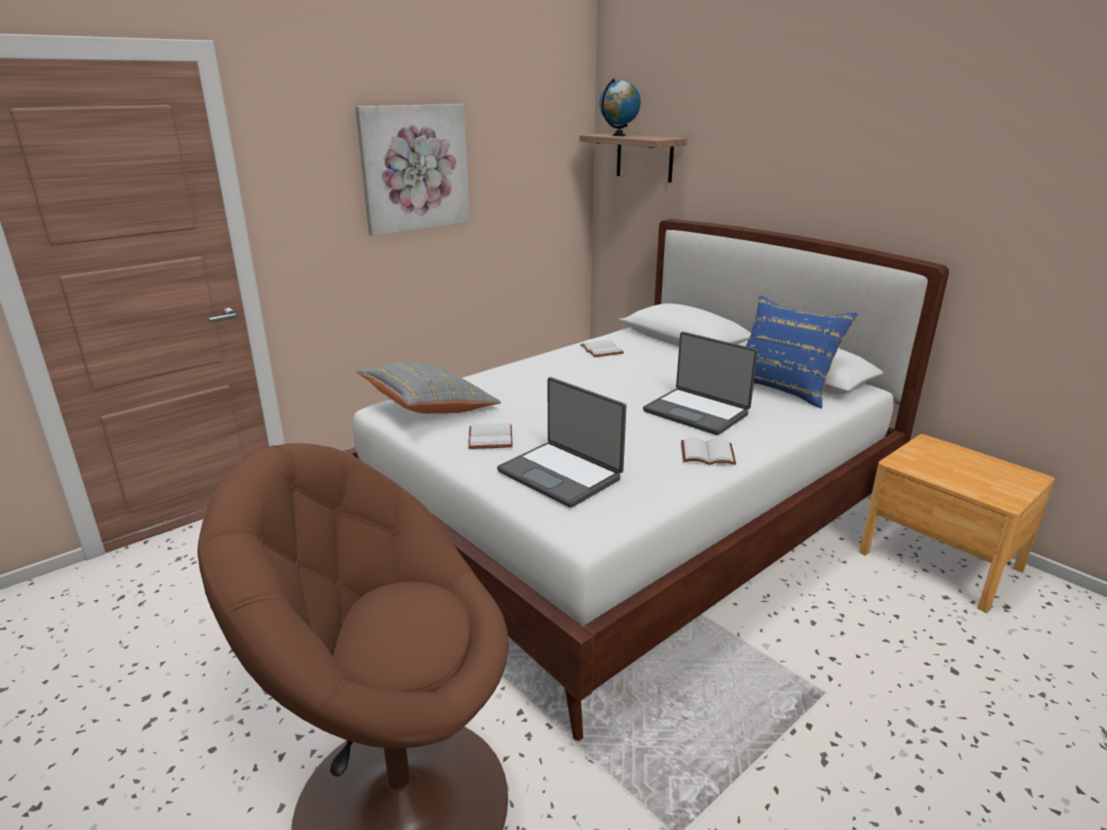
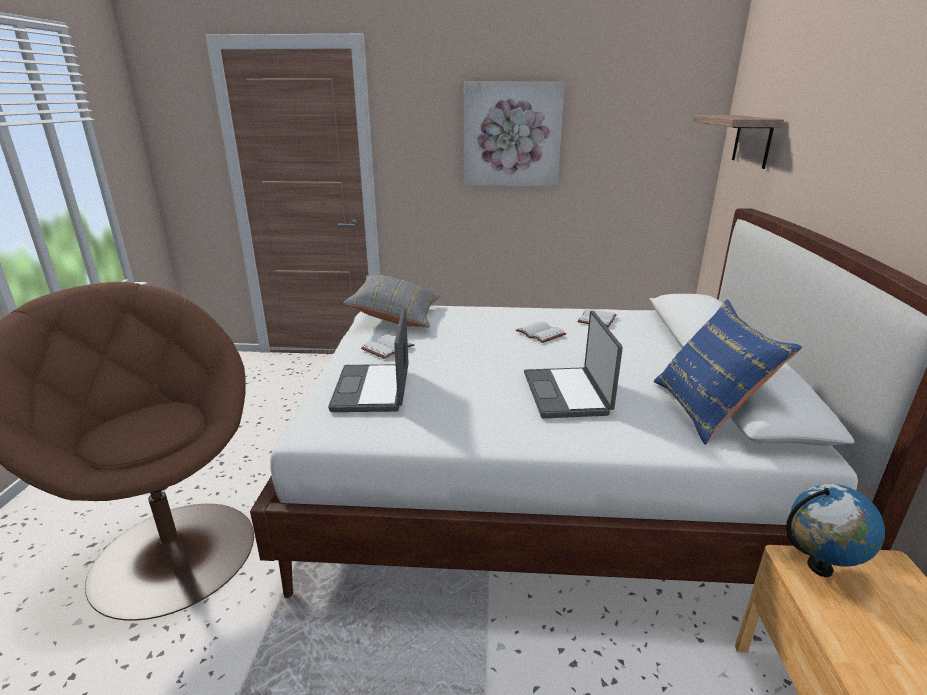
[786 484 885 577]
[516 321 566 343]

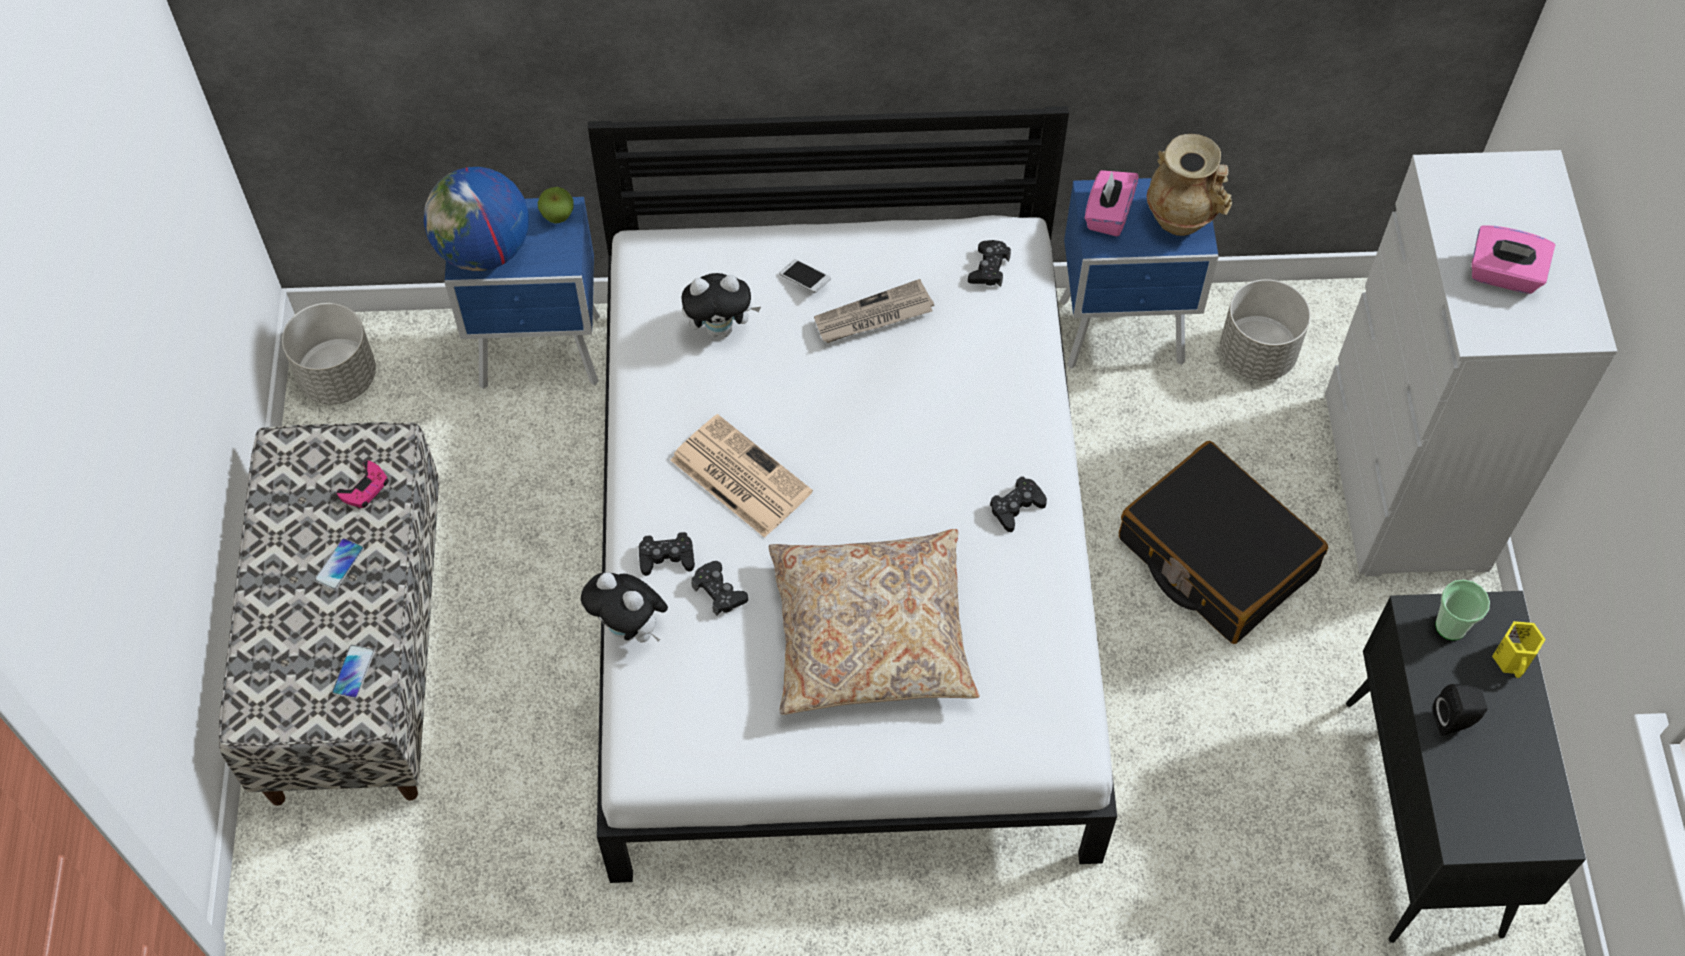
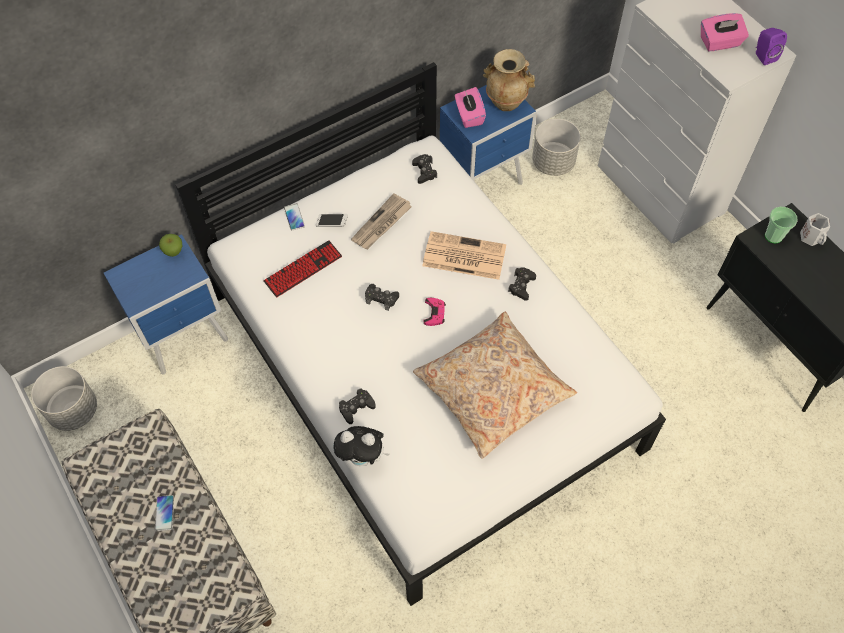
[424 167 529 271] (first image)
[1119 441 1328 644] (first image)
[1433 684 1487 736] (first image)
[756 28 787 65]
[284 203 305 230]
[424 298 446 326]
[422 231 506 280]
[365 284 399 311]
[263 240 342 297]
[800 213 830 246]

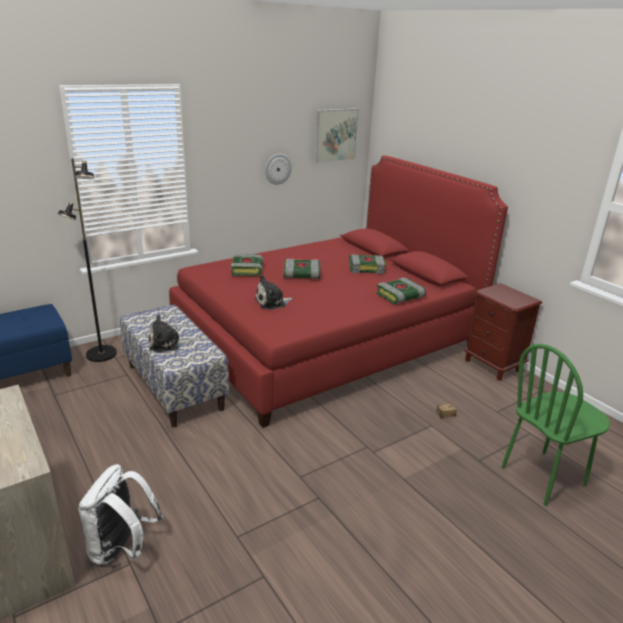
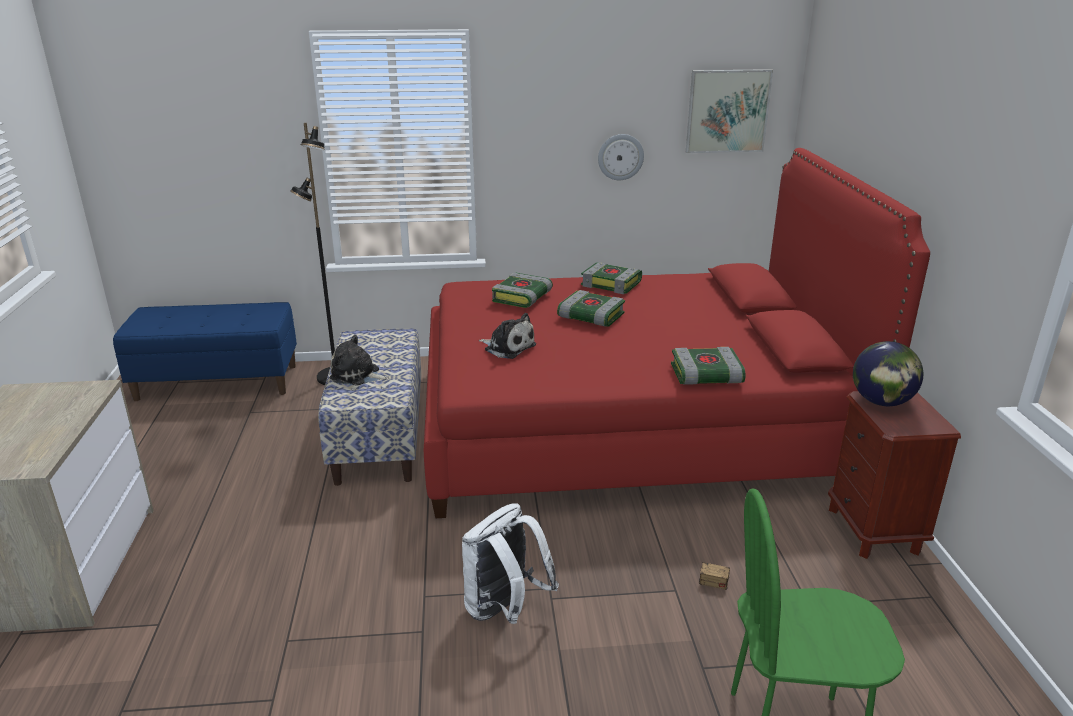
[853 341 923 406]
[462 503 559 624]
[581 262 642 294]
[479 313 536 359]

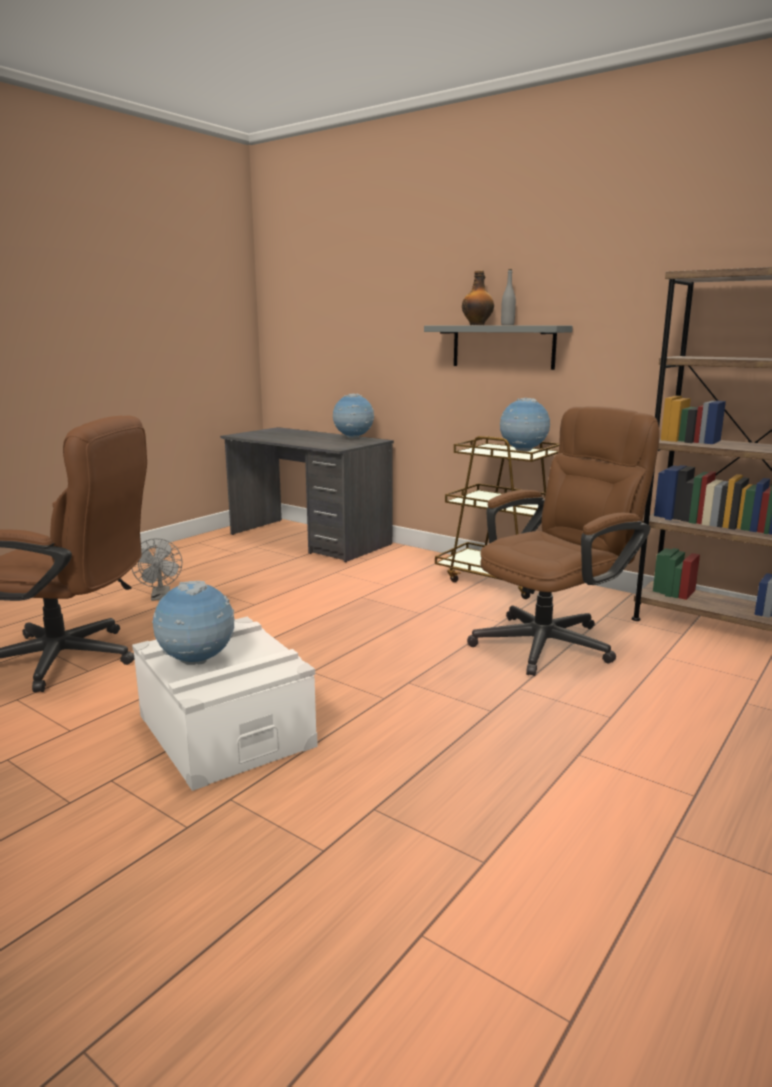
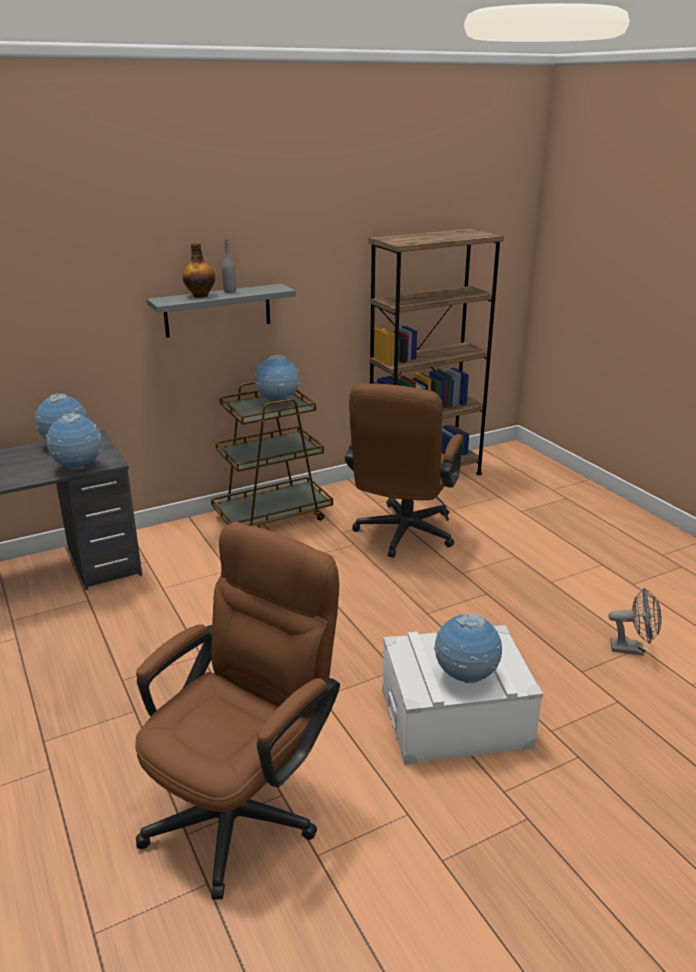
[46 413 102 469]
[608 588 662 656]
[345 383 463 558]

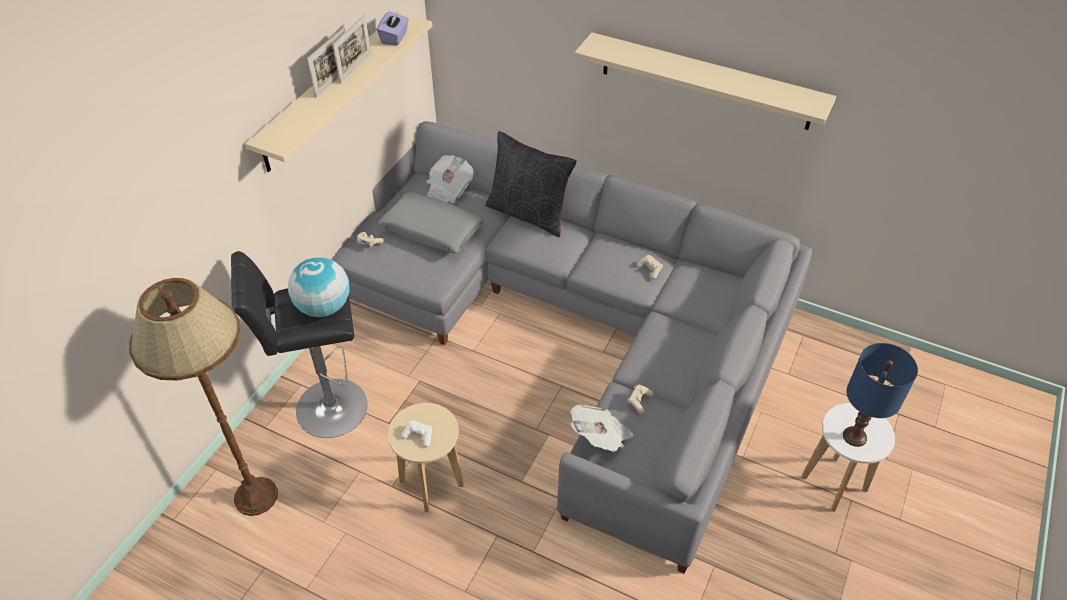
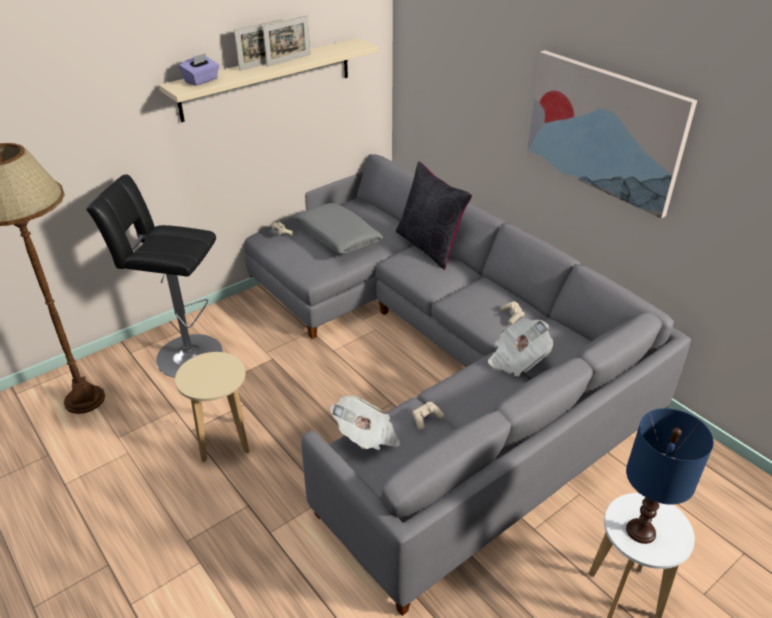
[288 257 349 317] (first image)
[401 420 432 448] (first image)
[179 53 219 86]
[488 318 553 376]
[526 50 697 219]

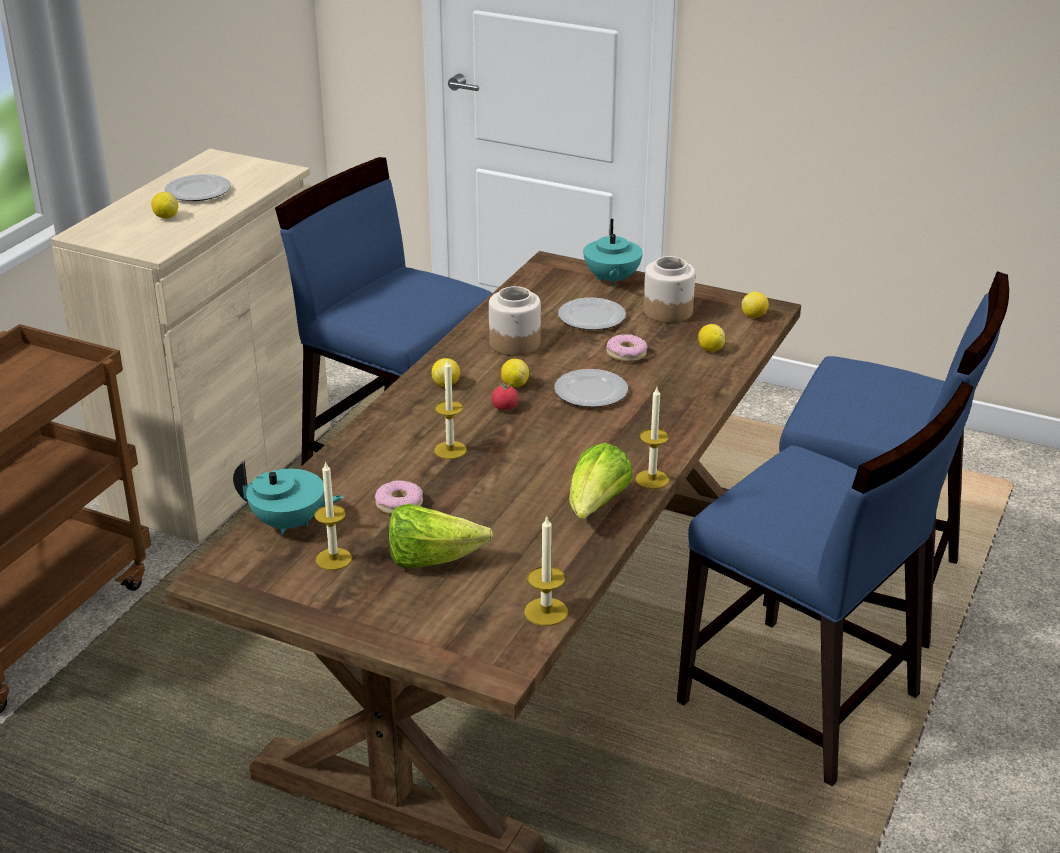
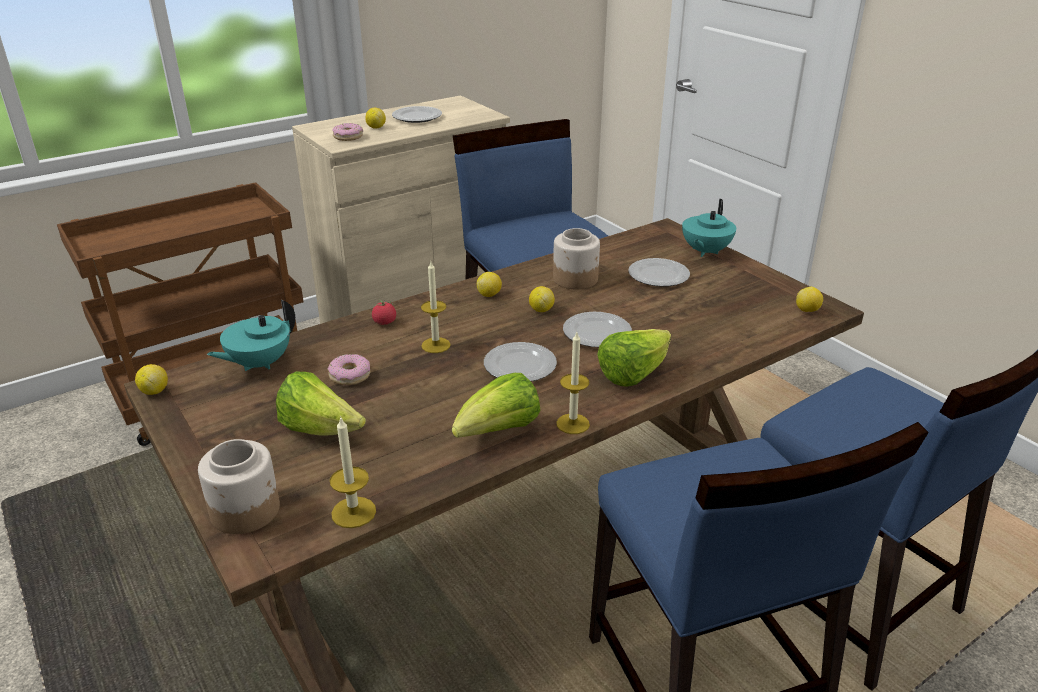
[314 461 352 570] (first image)
[484 342 557 381]
[597 329 671 387]
[372 300 396 325]
[333 123 363 141]
[198 439 280 534]
[135 364 168 395]
[207 300 295 371]

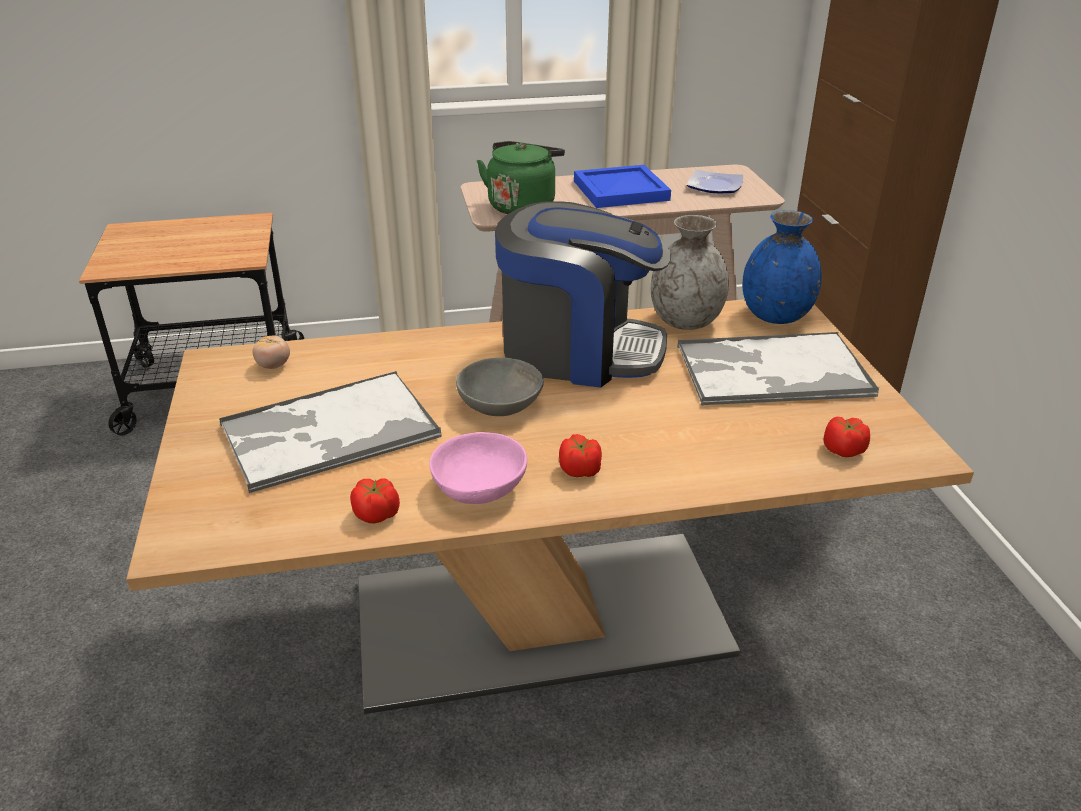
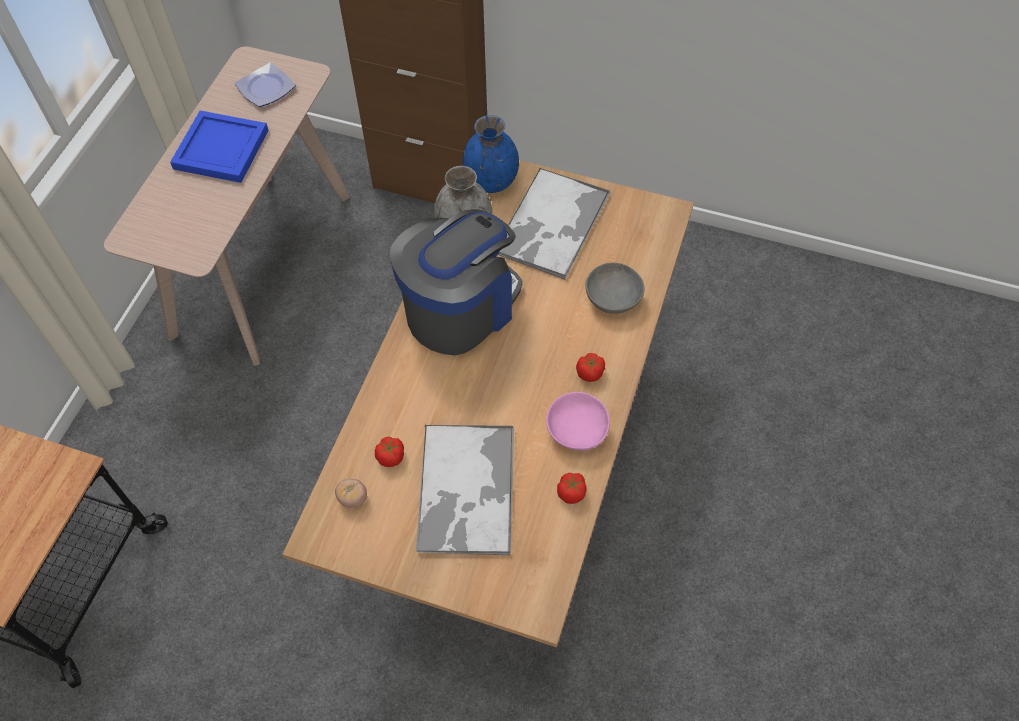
[477 141 565 214] (first image)
[585 263 644 314]
[375 437 404 467]

